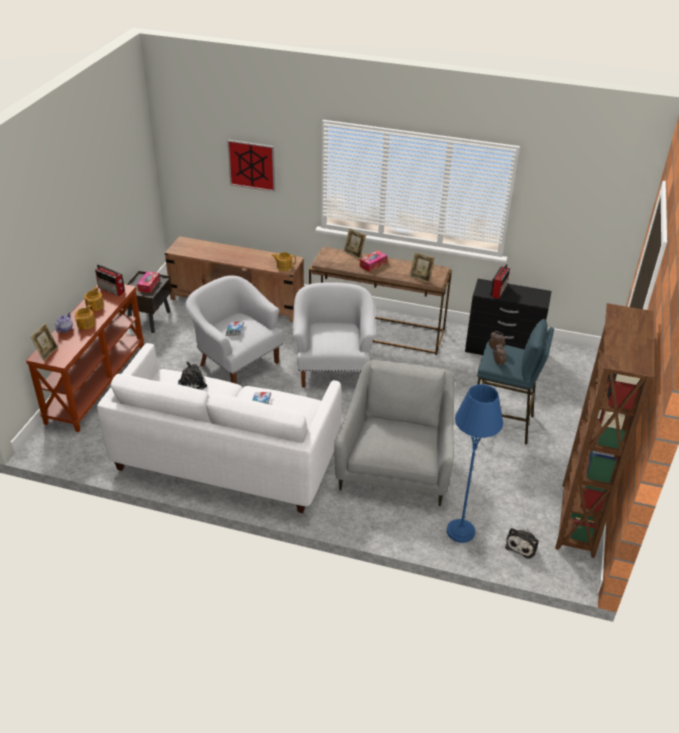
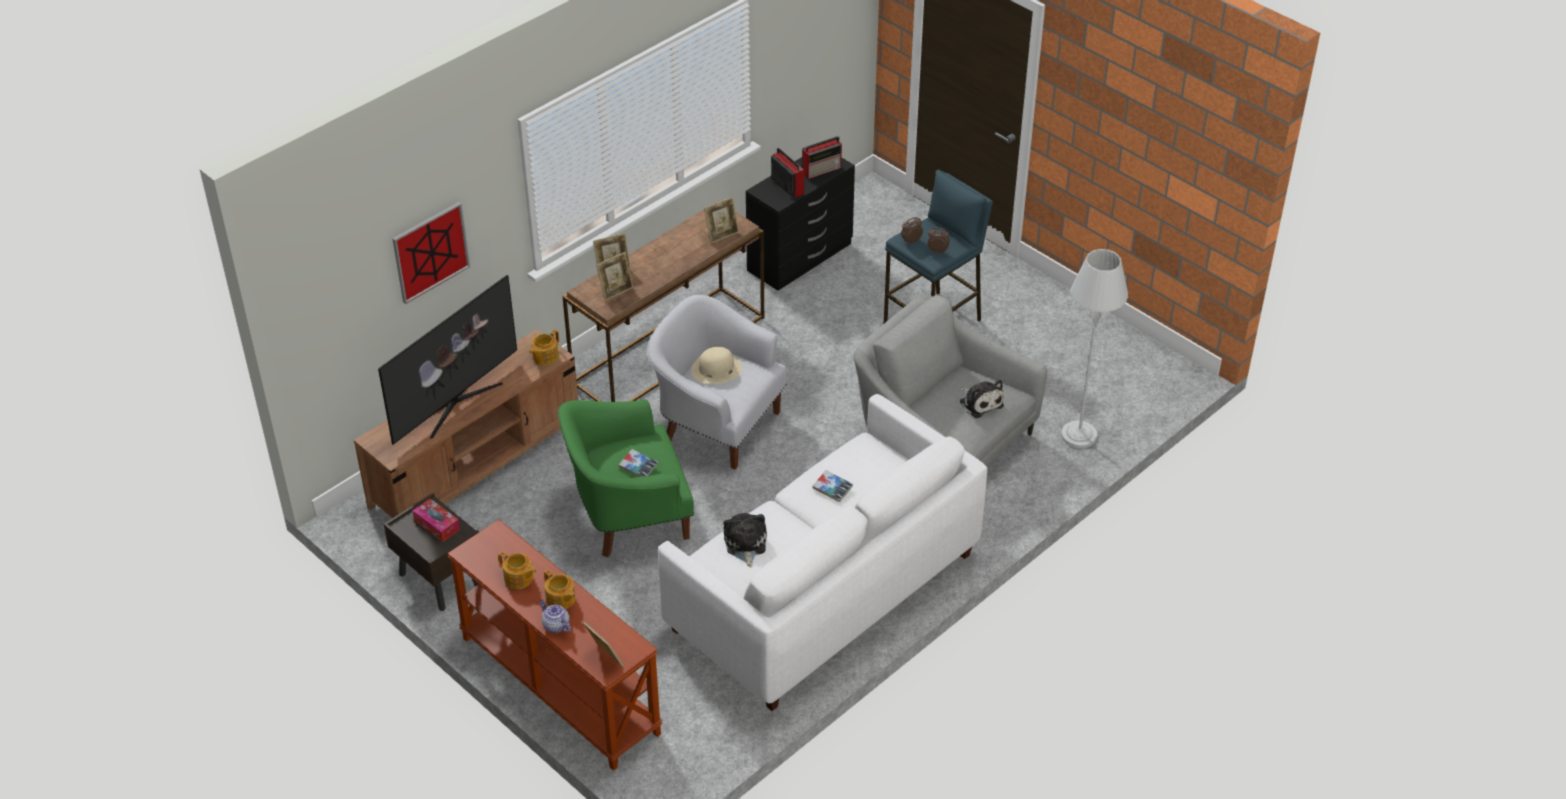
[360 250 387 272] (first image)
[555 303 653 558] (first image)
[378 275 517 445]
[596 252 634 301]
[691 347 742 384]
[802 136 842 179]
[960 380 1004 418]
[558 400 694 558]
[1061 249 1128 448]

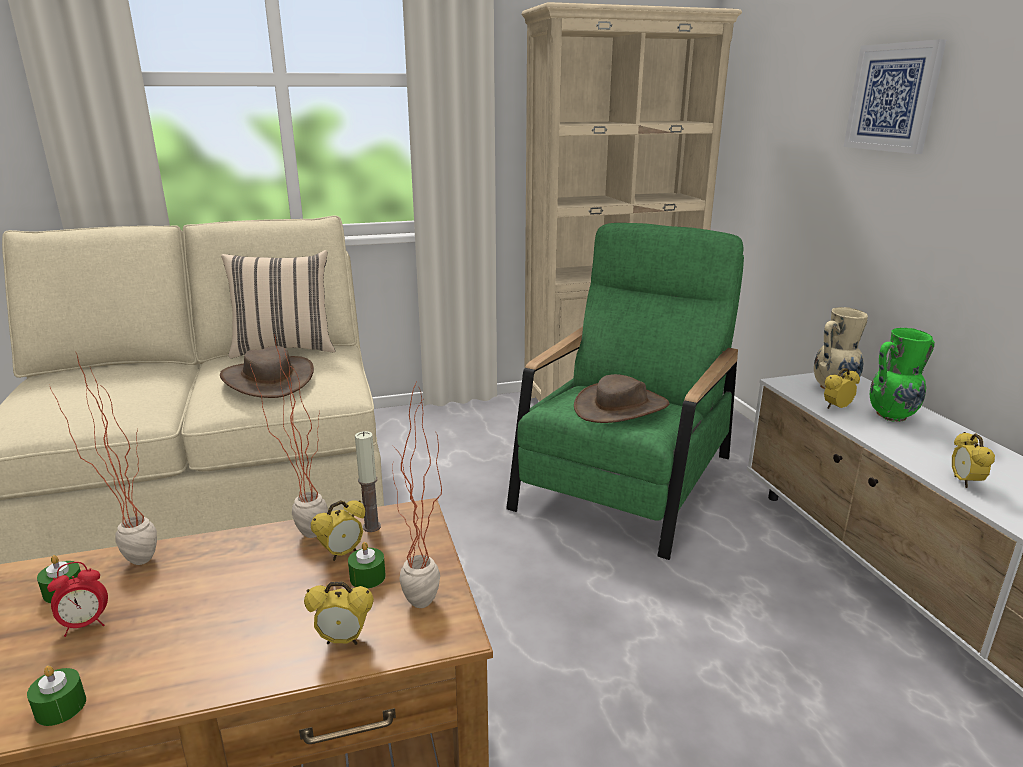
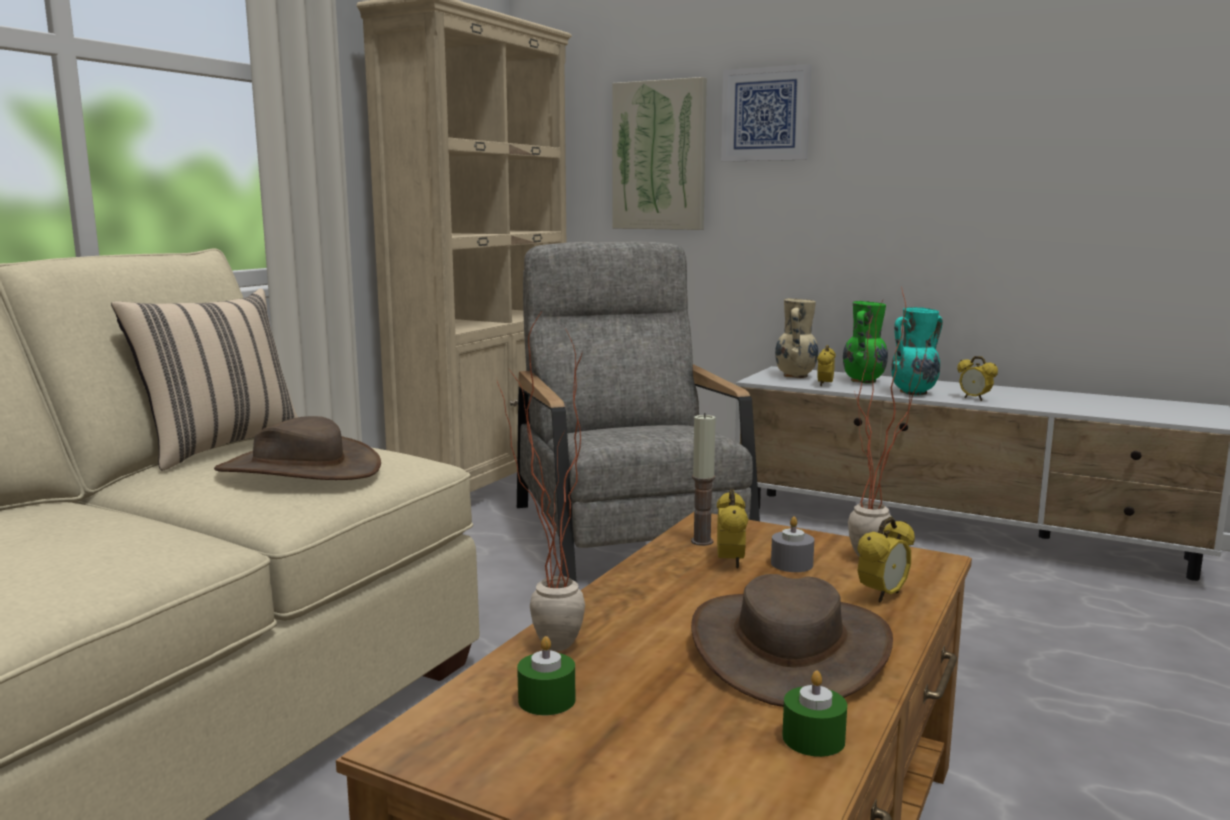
[47 562 108 637] (first image)
[250 335 328 538] (first image)
[612 77 707 230]
[891 307 943 395]
[691 574 893 707]
[771 516 814 572]
[517 241 760 582]

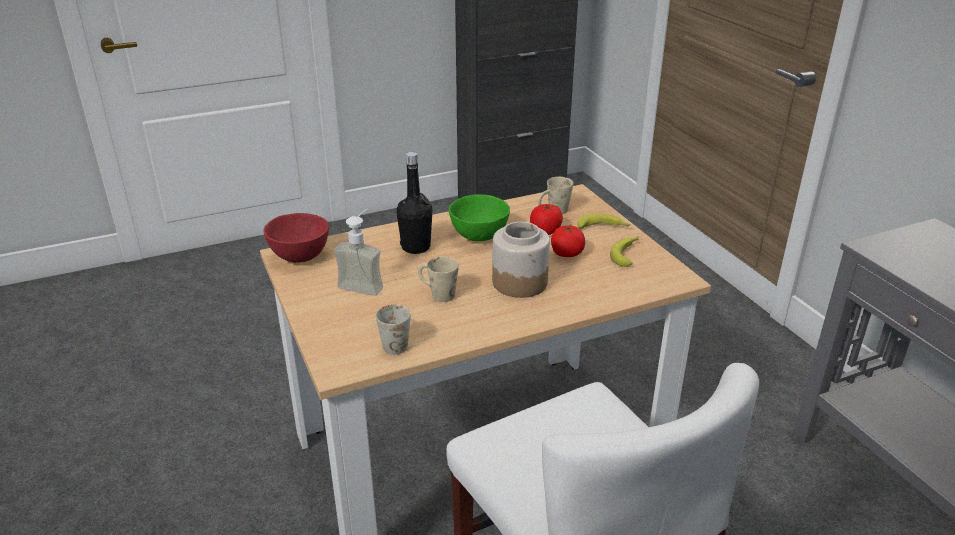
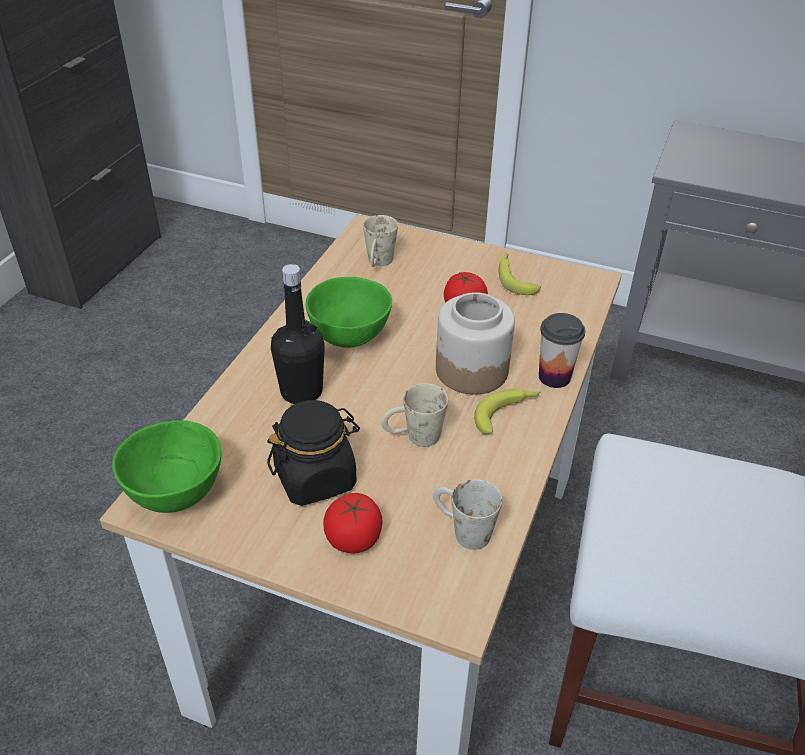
[539 313 585 388]
[323 493 383 553]
[474 389 540 434]
[267 400 360 506]
[112 420 221 513]

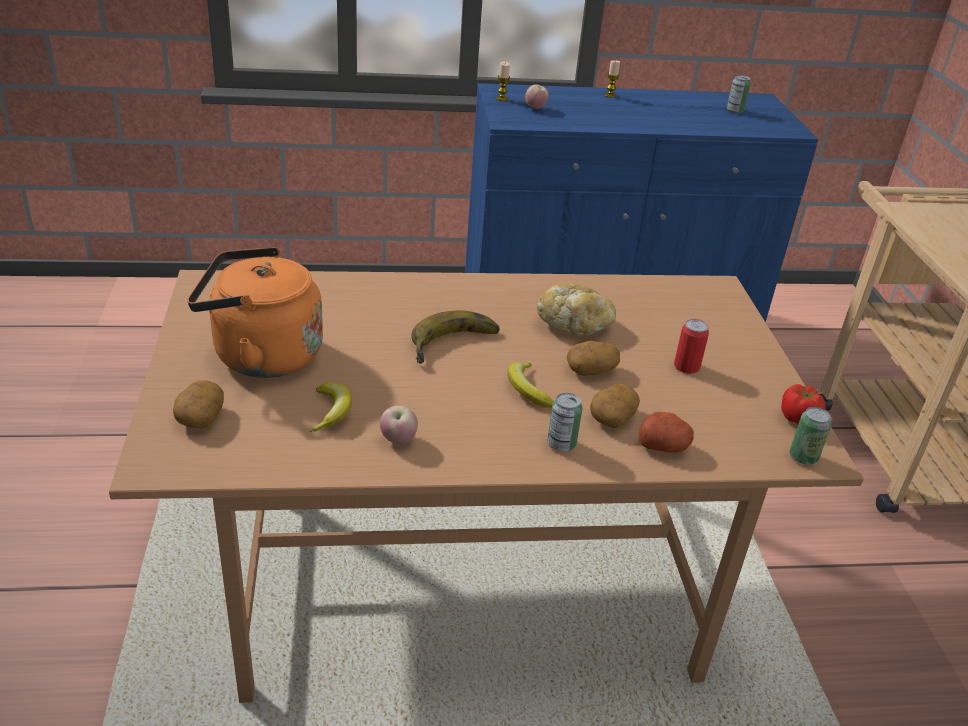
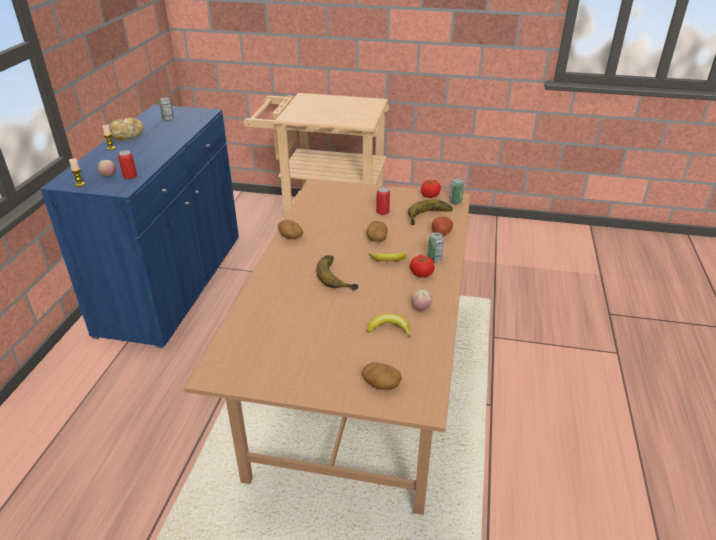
[187 247 323 378] (first image)
[118 150 137 179]
[408 200 453 225]
[410 255 435 277]
[109 117 143 140]
[278 220 303 239]

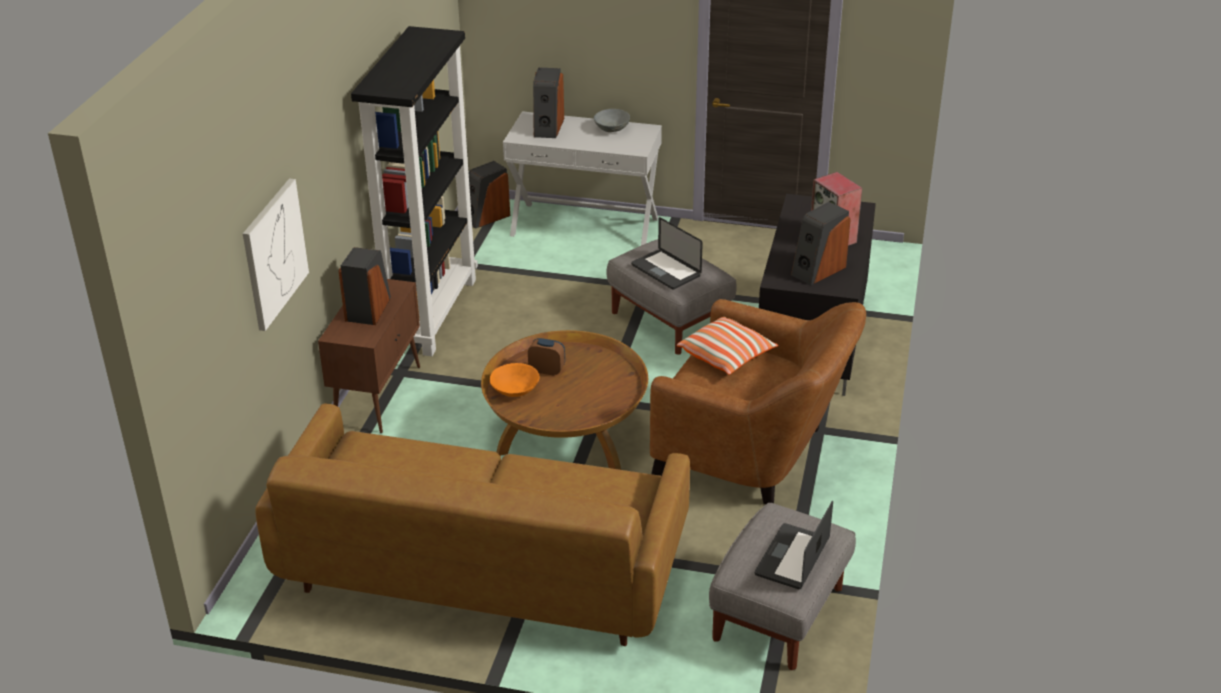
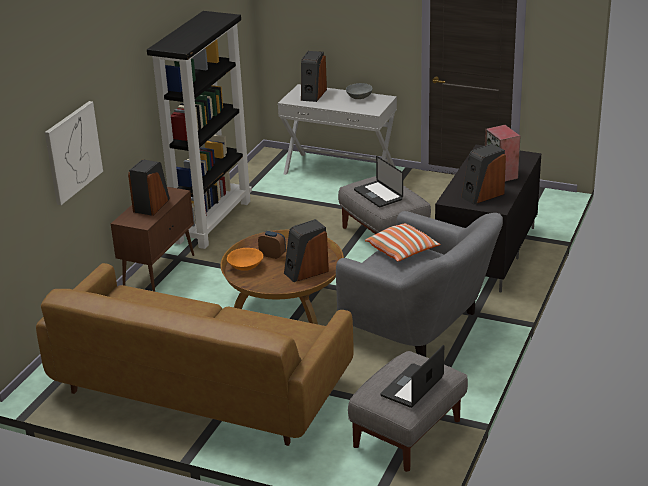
[284 219 329 282]
[336 211 503 357]

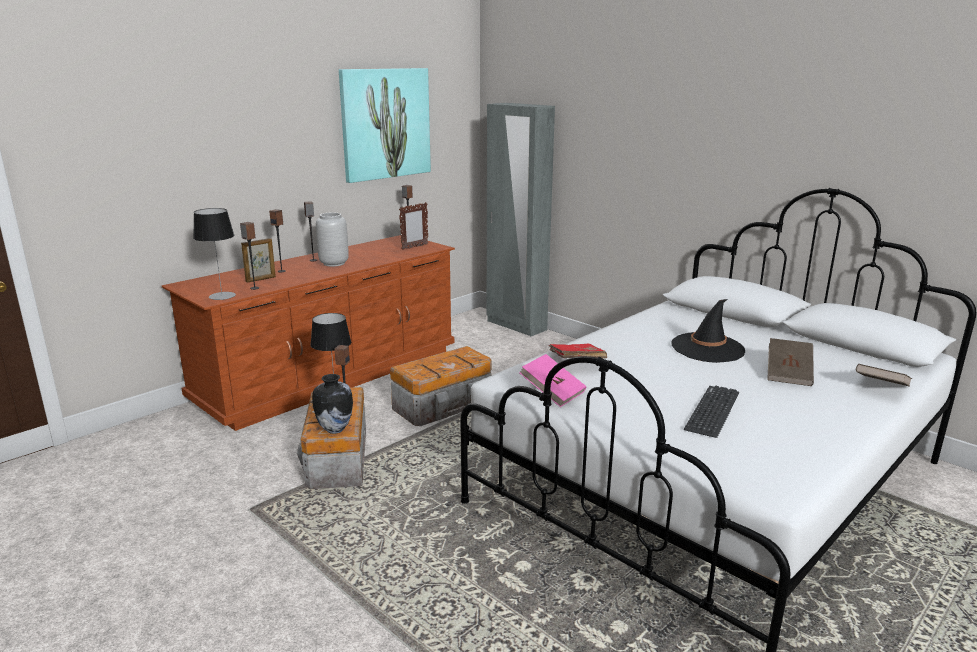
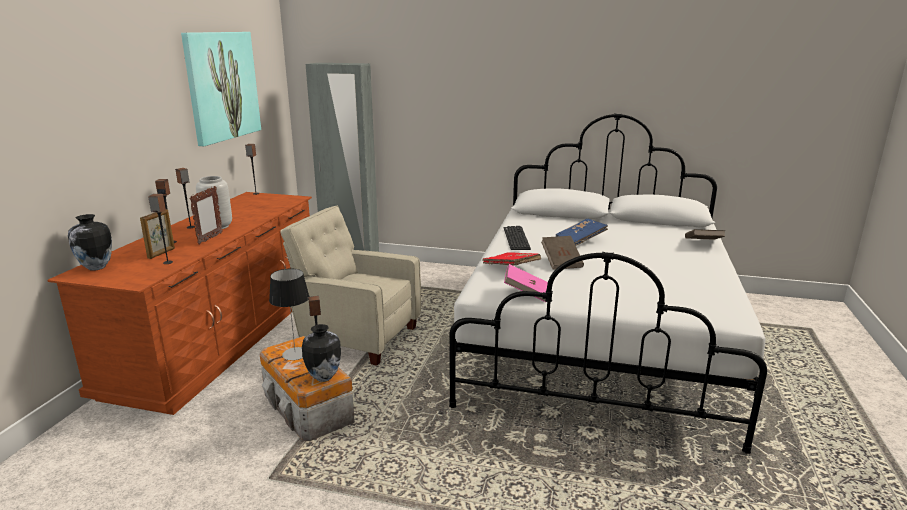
[193 208 236 300] (first image)
[68 214 112 271]
[190 186 223 245]
[504 226 531 250]
[541 236 584 270]
[280 206 421 366]
[555 219 608 246]

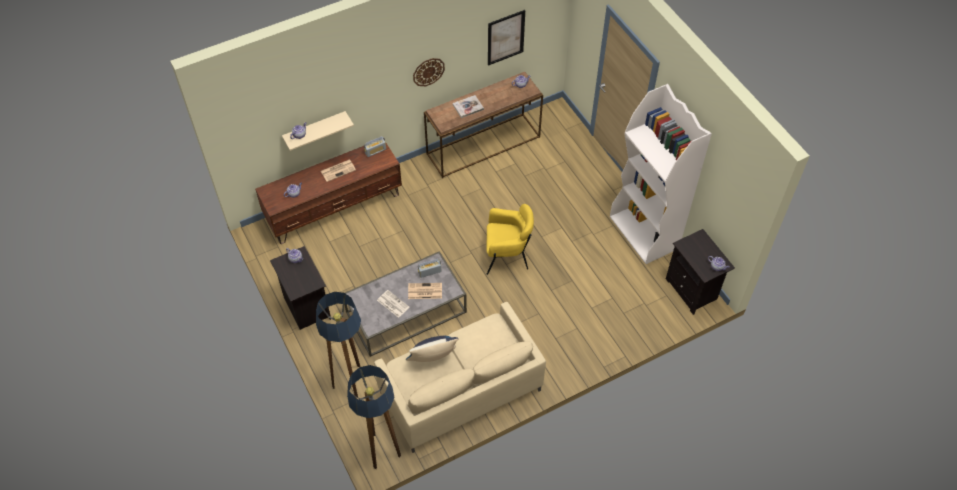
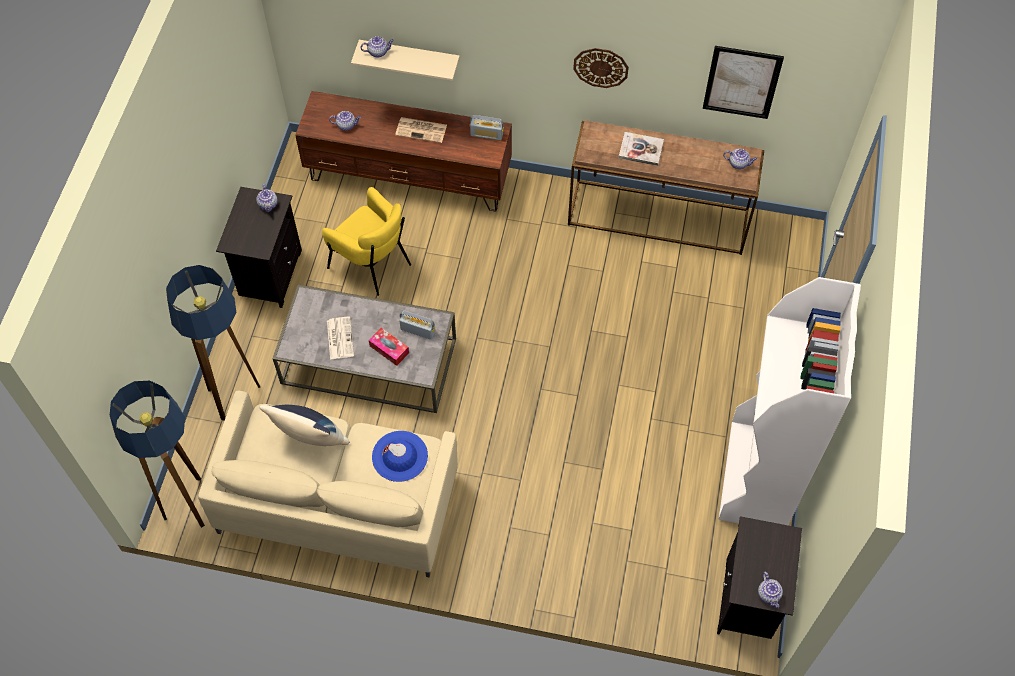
[372 431 428 482]
[322 187 411 296]
[369 328 409 366]

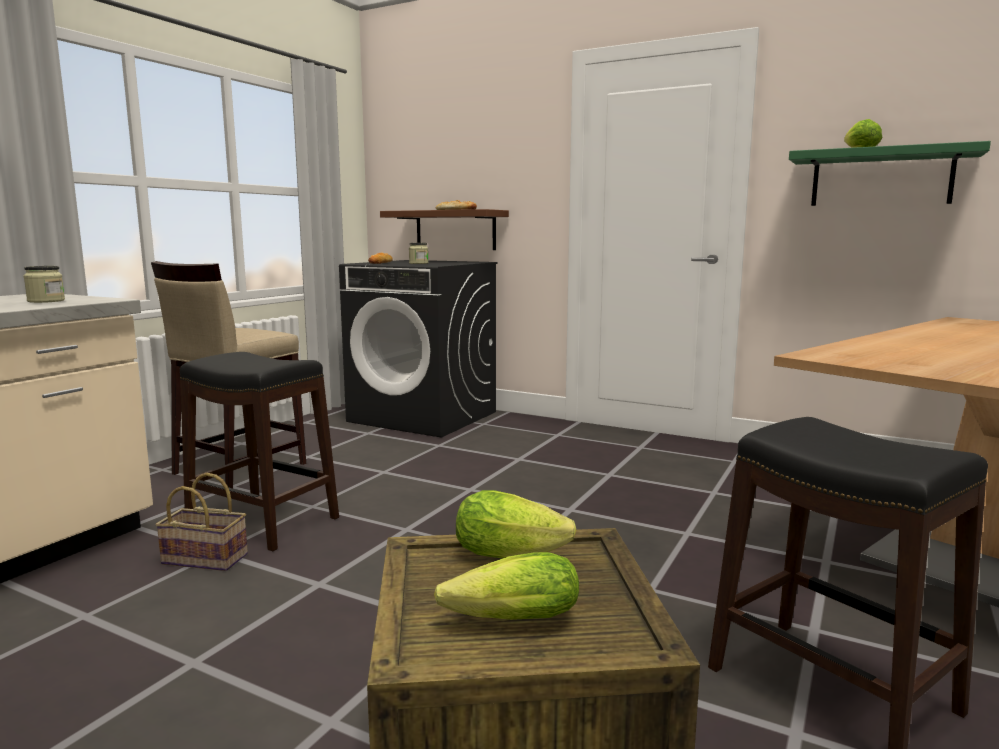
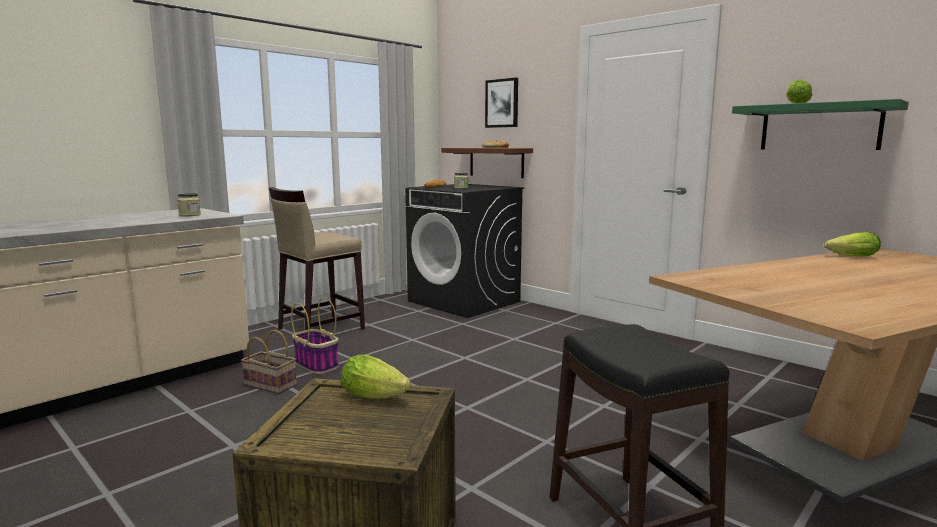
[485 78 518 128]
[824 232 881 257]
[291 297 339 374]

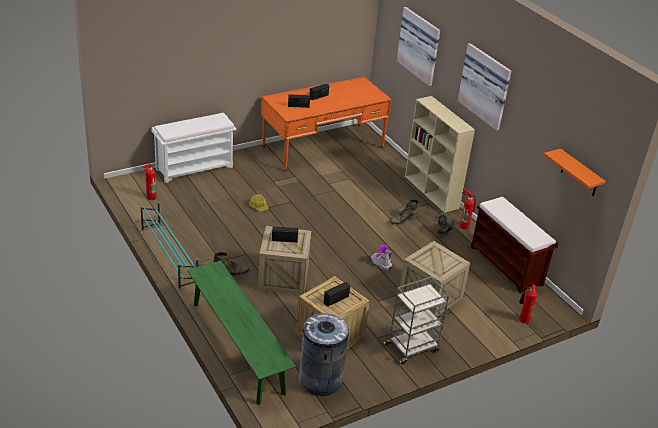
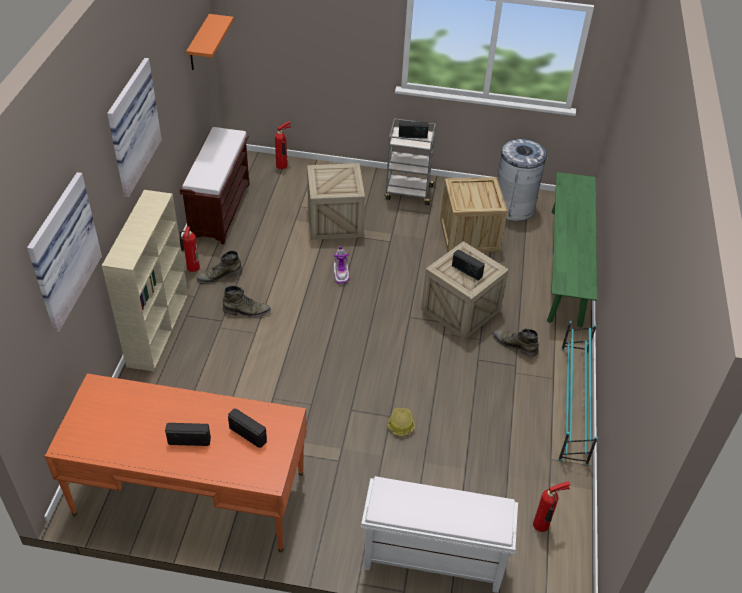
[399 121 429 139]

